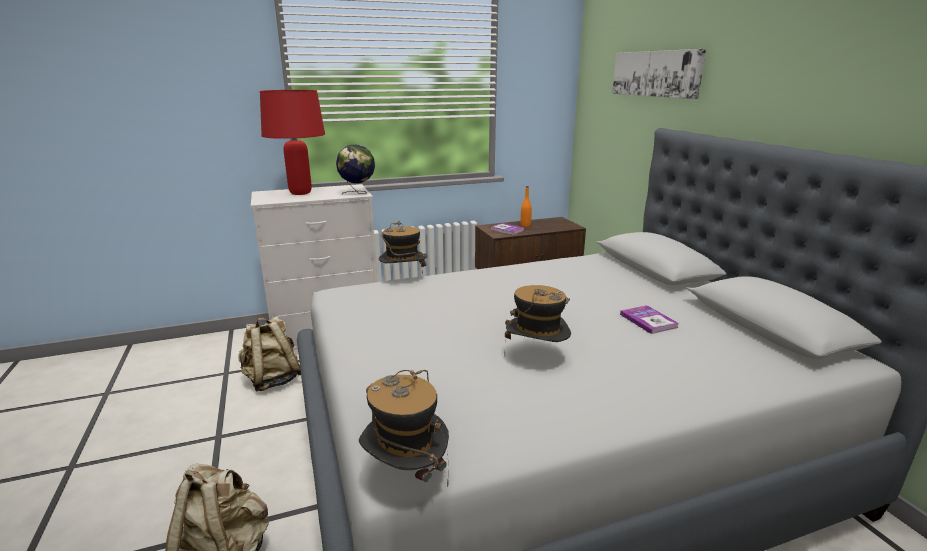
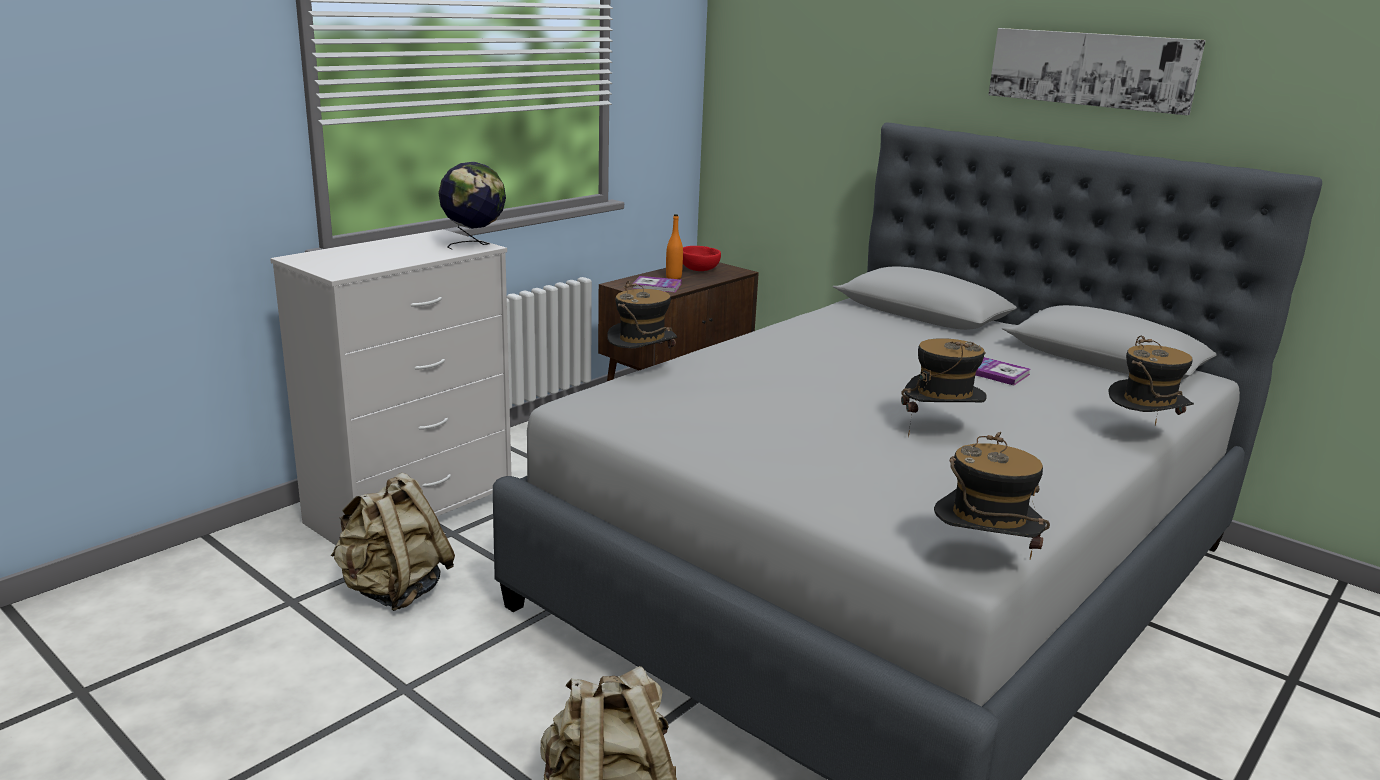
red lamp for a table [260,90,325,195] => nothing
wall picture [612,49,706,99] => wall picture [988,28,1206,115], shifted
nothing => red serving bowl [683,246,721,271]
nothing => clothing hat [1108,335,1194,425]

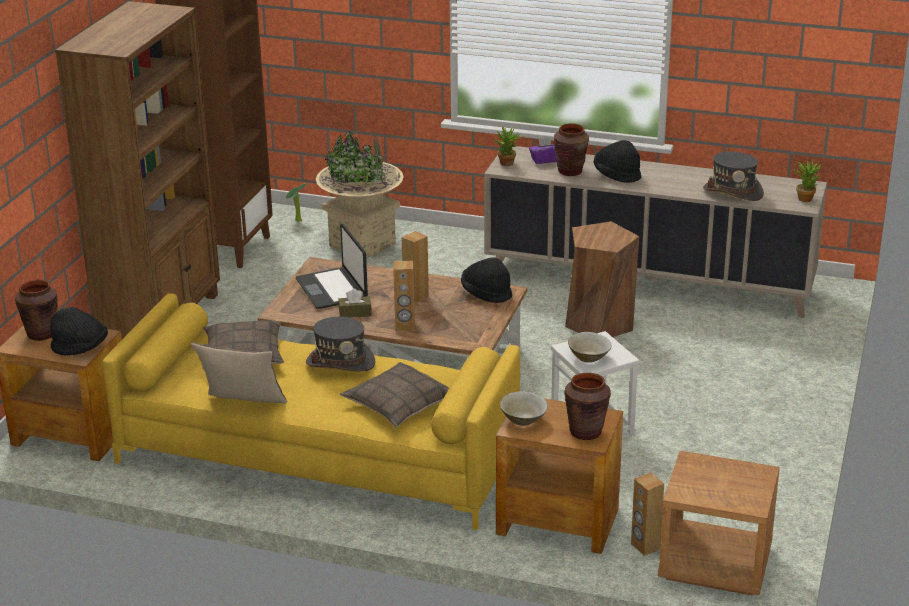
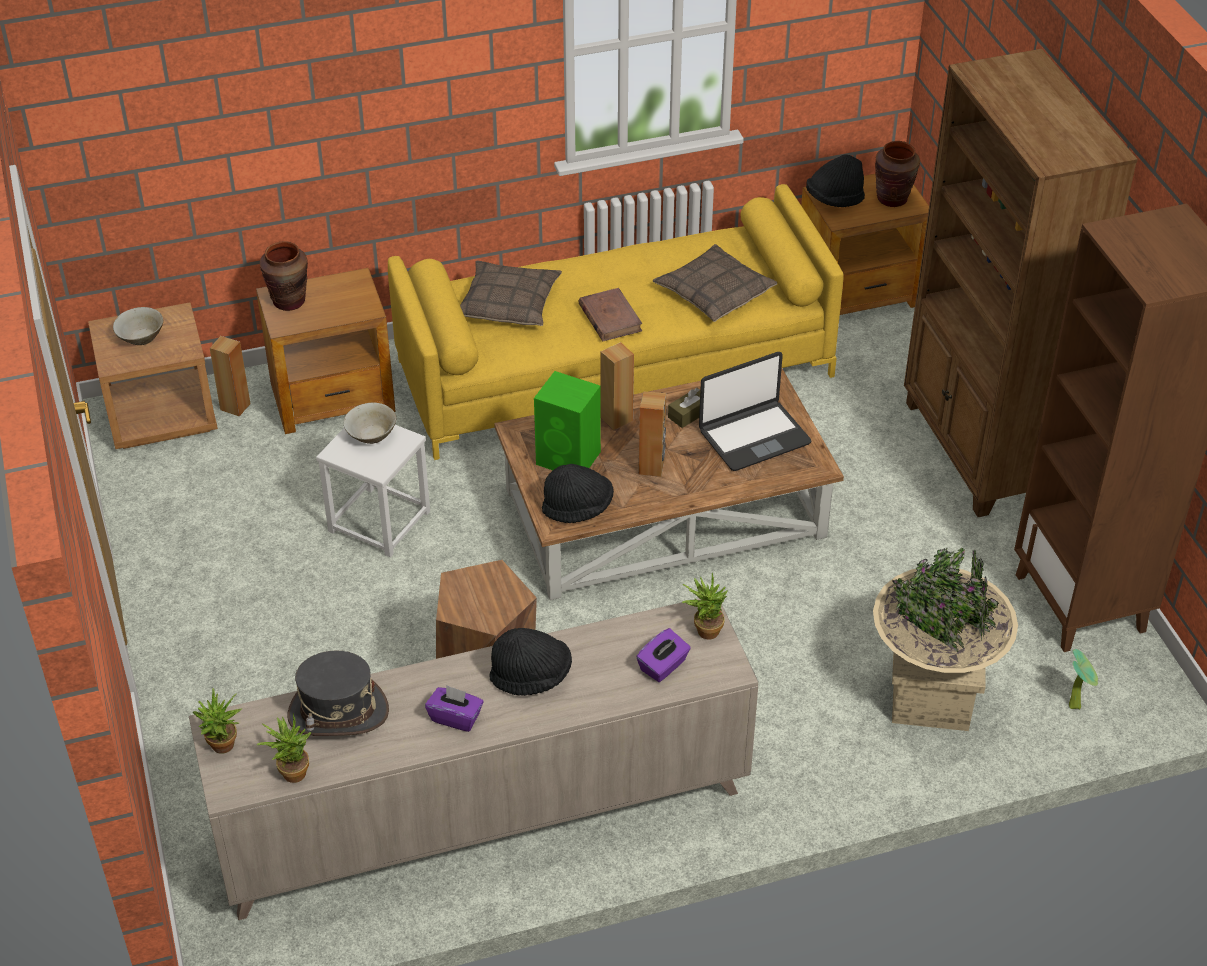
throw pillow [191,342,287,404] => nothing
portable computer [296,224,368,309] => portable computer [699,352,812,471], 120 degrees clockwise
gray clothing hat [306,317,375,372] => brownish bound book [578,288,642,341]
beige-coloured serving bowl [500,391,548,426] => beige-coloured serving bowl [113,307,163,345], shifted
brownish flower vase [554,123,589,176] => nothing
nothing => plant in a pot [257,713,311,783]
nothing => purple-coloured box of tissues [425,685,484,732]
nothing => green audio speaker [534,371,601,470]

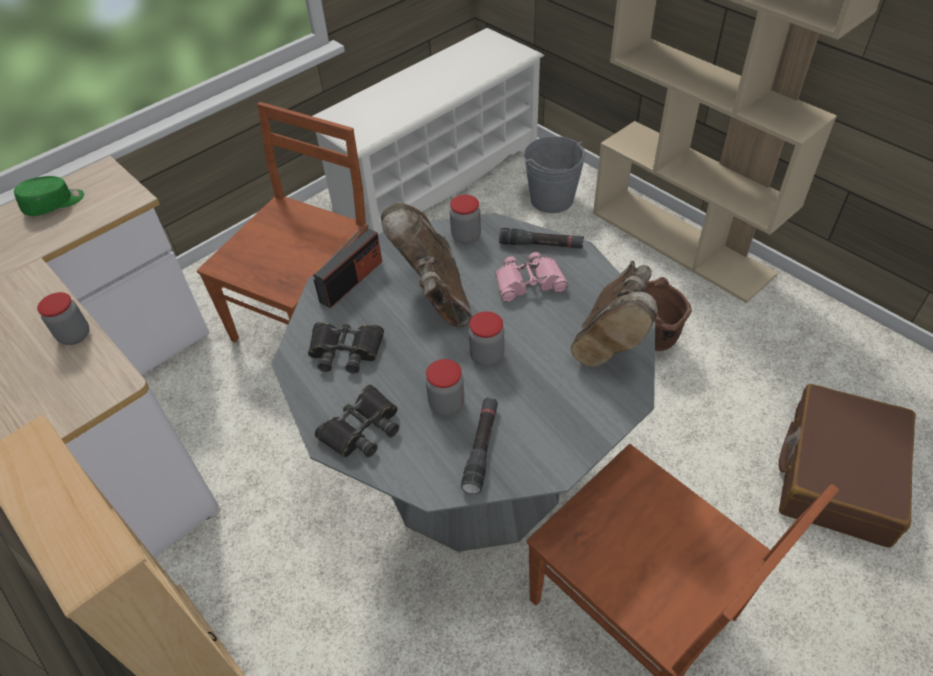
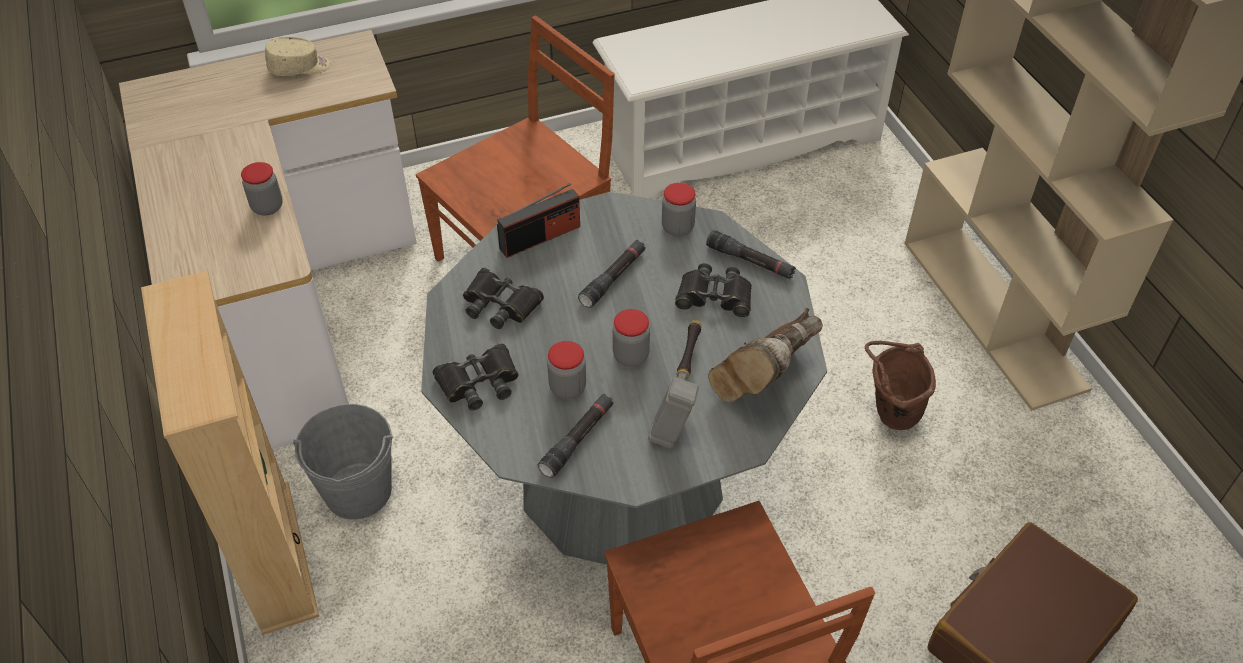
green peaked cap [14,176,84,216] => beige-coloured peaked cap [265,37,331,76]
brownish tall boot [381,203,472,327] => black-coloured flashlight [578,240,646,308]
pink binoculars [495,252,568,302] => black-coloured binoculars [675,263,752,317]
gray water bucket [524,136,586,213] => gray water bucket [293,404,393,519], shifted
nothing => tool hammer [648,320,701,449]

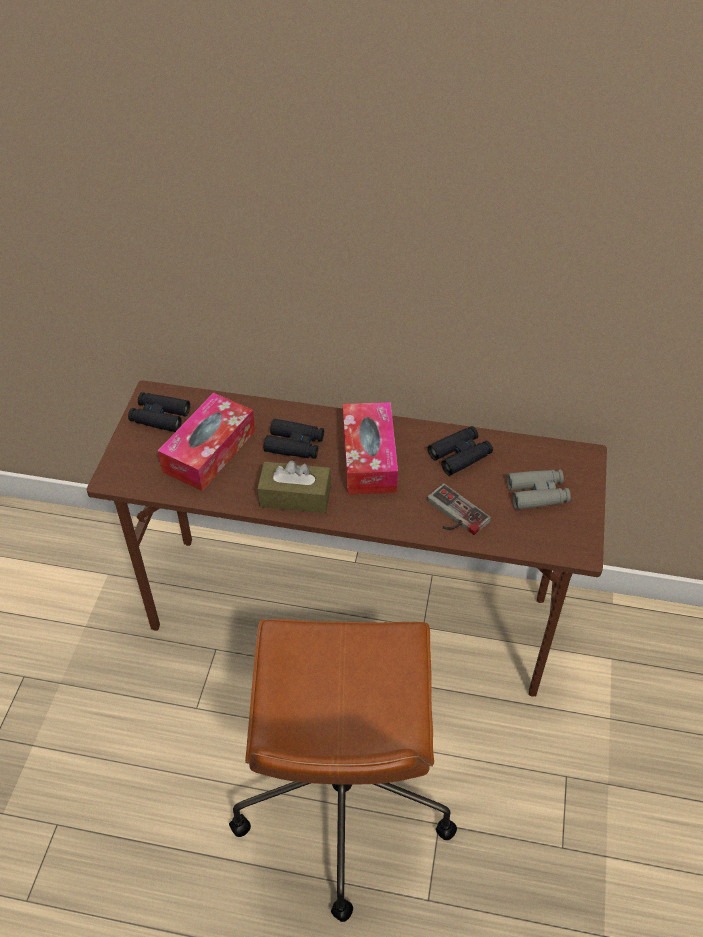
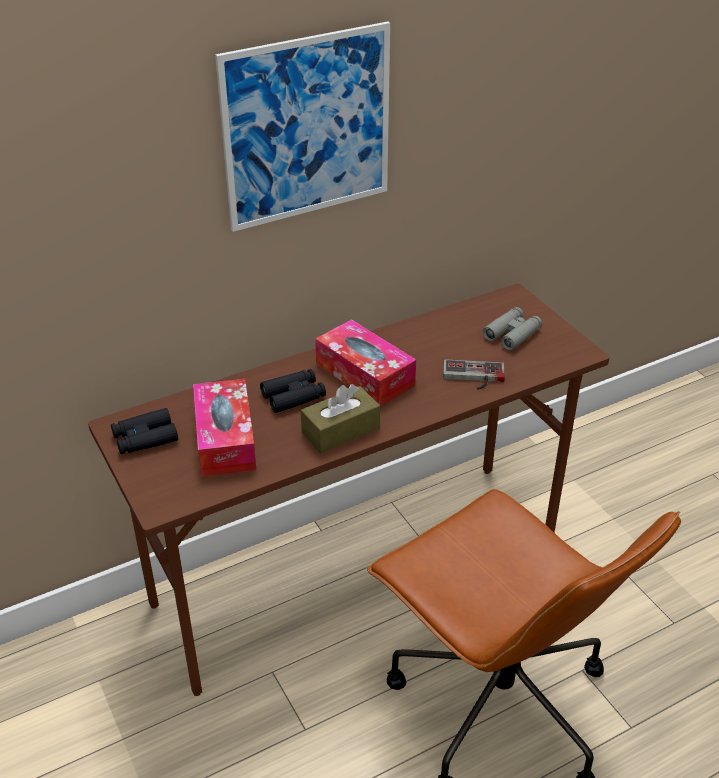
black-coloured binoculars [428,426,493,476] => nothing
nothing => wall picture [215,22,390,232]

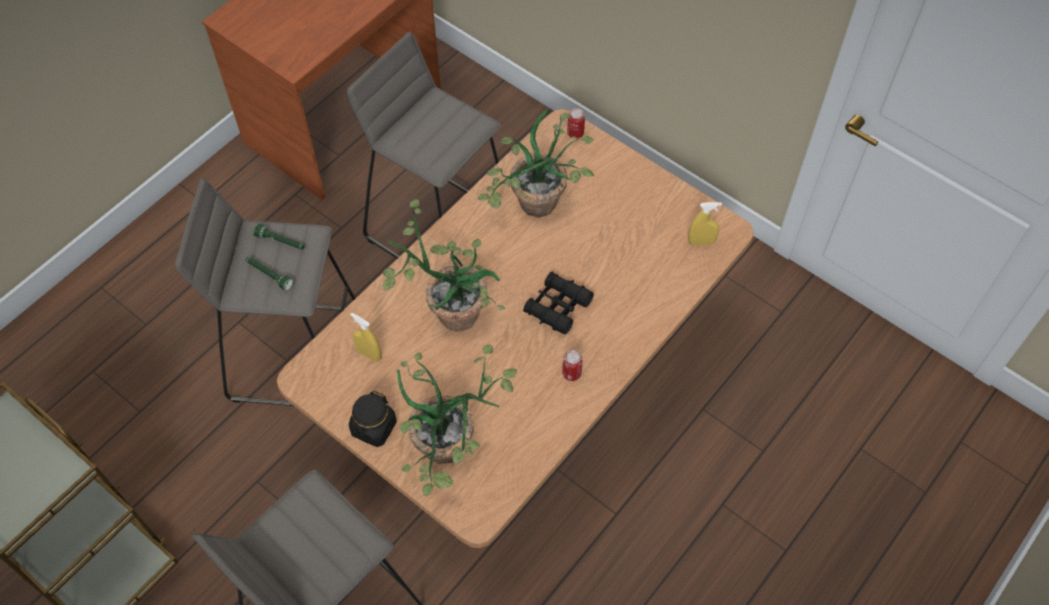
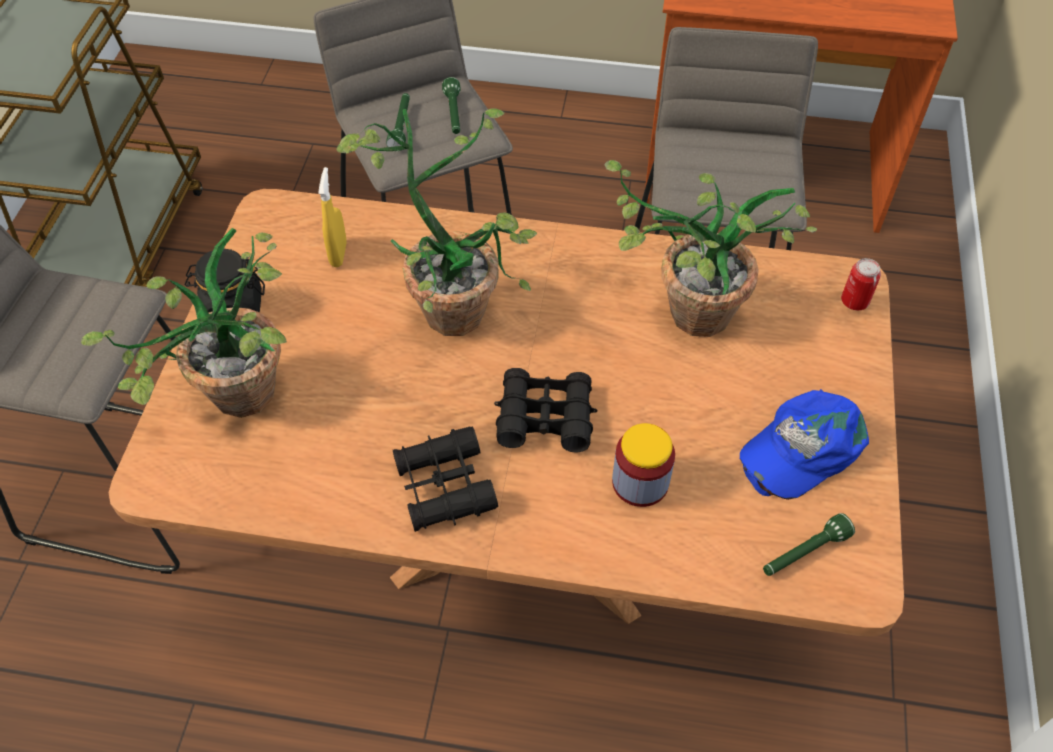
can [562,350,583,381] => black-coloured binoculars [393,426,498,532]
yellowish sprayer [688,202,722,245] => green flashlight [763,513,855,576]
nothing => storage jar [612,423,675,507]
nothing => blue-coloured peaked cap [740,389,869,500]

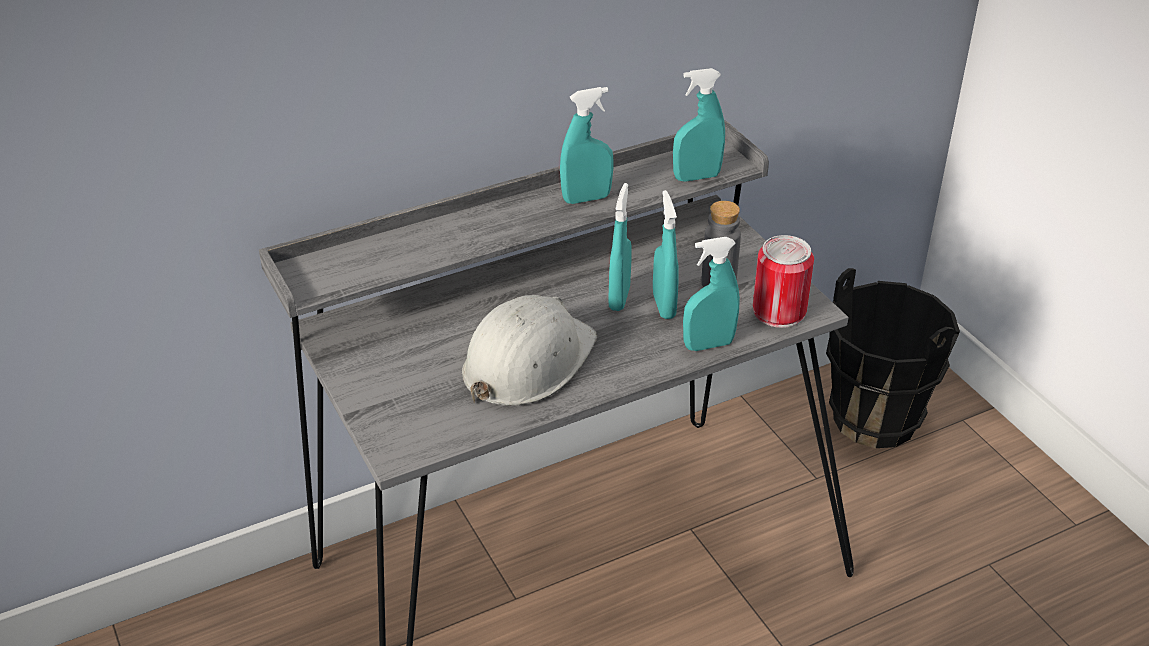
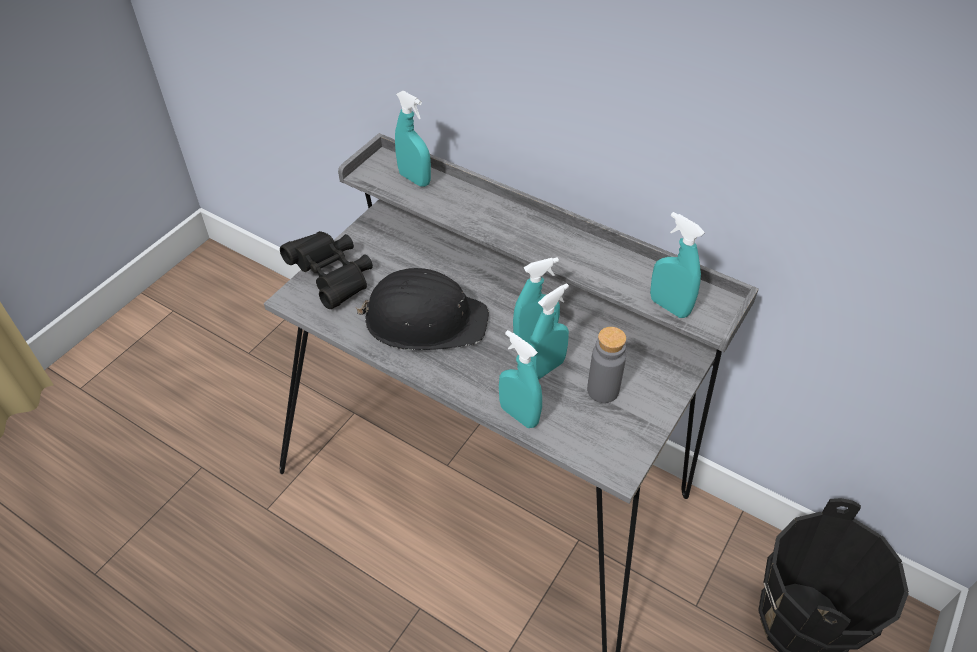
white-coloured work helmet [462,295,597,406] => black-coloured work helmet [356,268,489,350]
blue-green sprayer [560,87,614,204] => blue-green sprayer [395,91,431,187], shifted
can [753,235,814,328] => nothing
nothing => black-coloured binoculars [280,231,373,309]

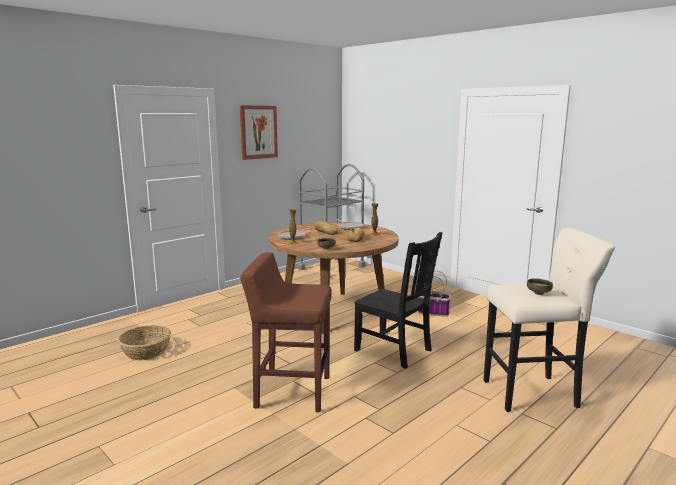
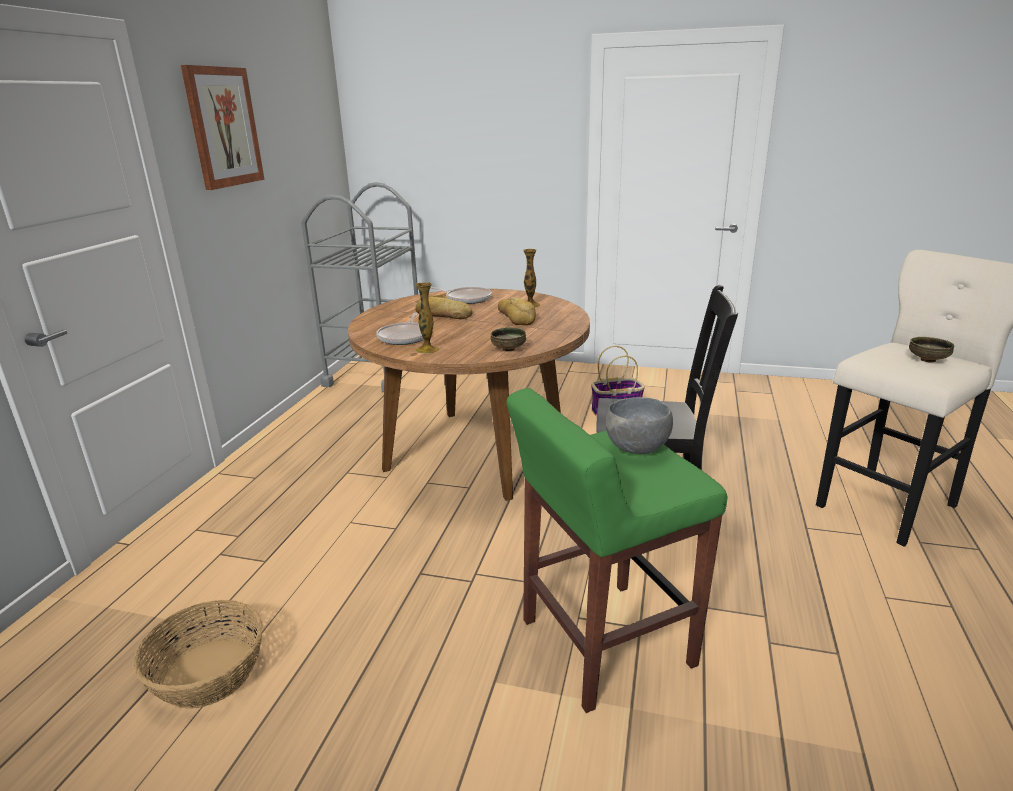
brownish stool [240,252,332,412] => green stool [507,388,727,713]
nothing => gray serving bowl [606,397,673,454]

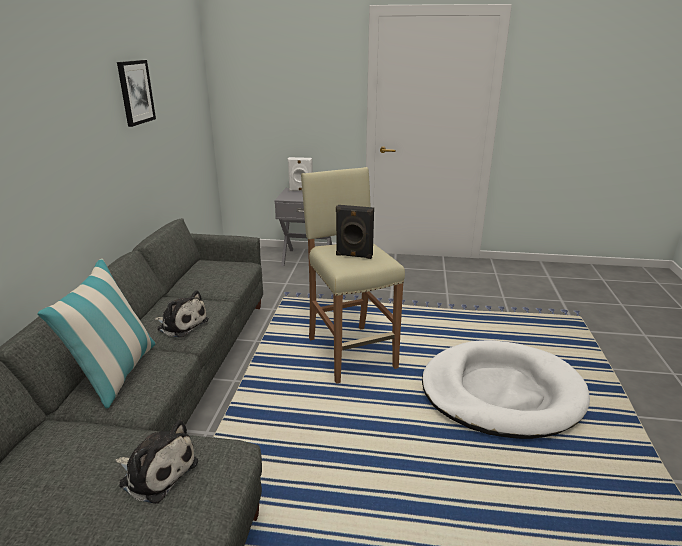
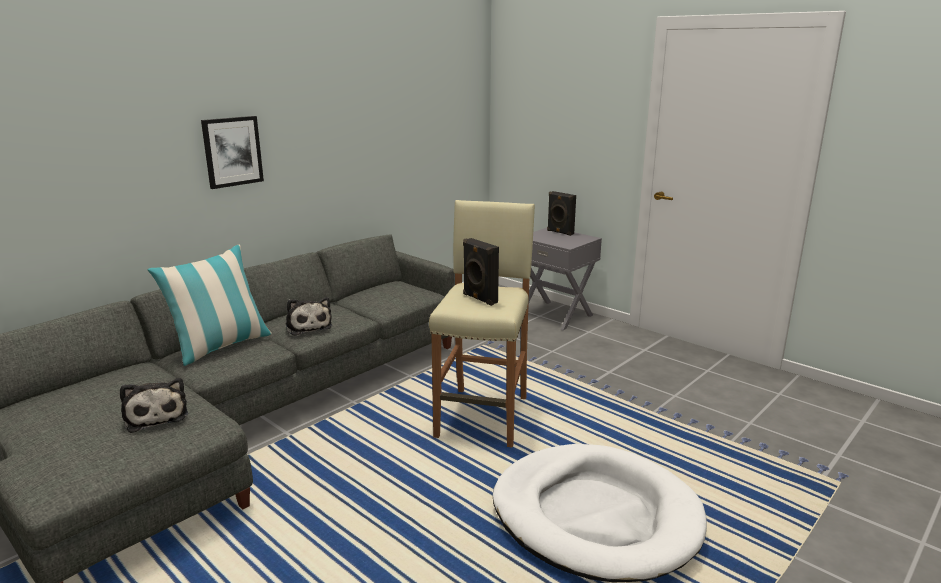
wall picture [117,60,156,127] => wall picture [201,116,264,189], shifted
white-coloured audio speaker [288,157,313,191] => black-coloured audio speaker [547,191,576,236]

